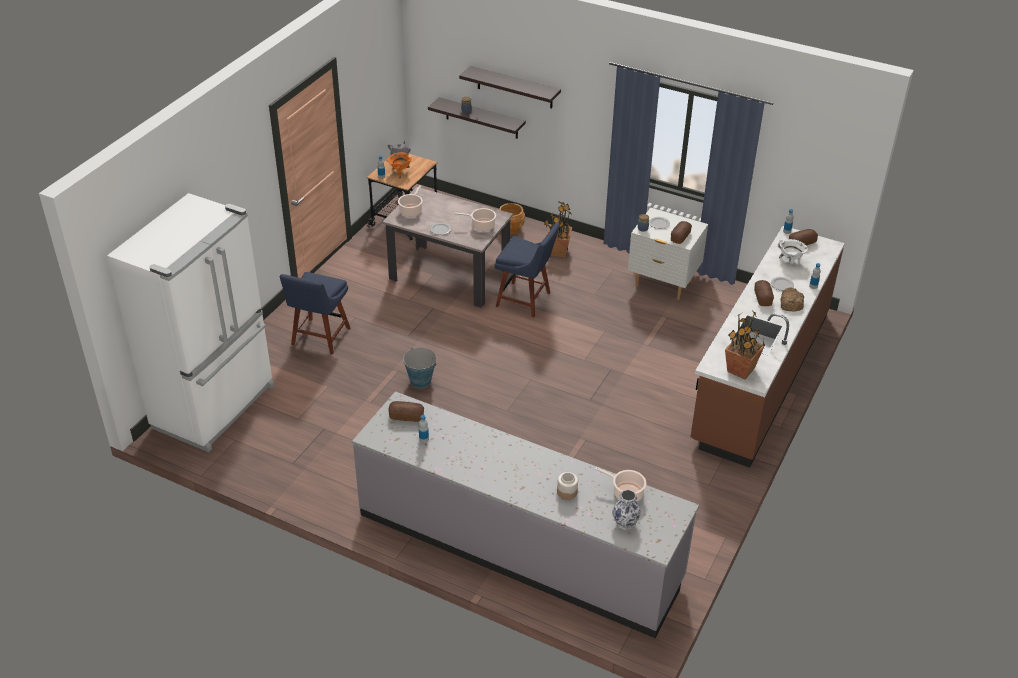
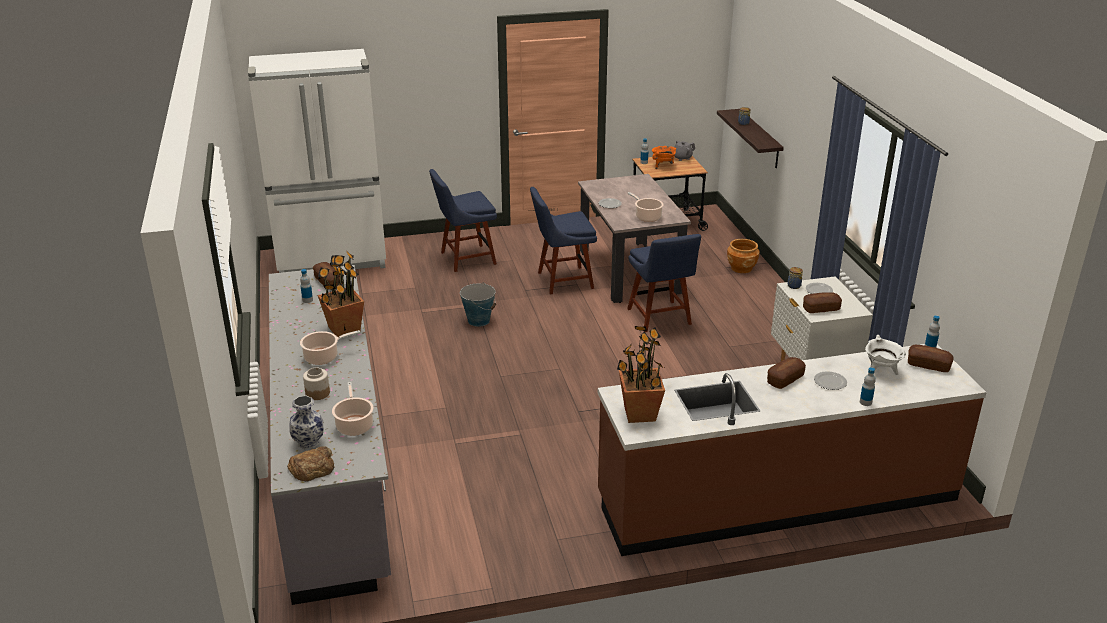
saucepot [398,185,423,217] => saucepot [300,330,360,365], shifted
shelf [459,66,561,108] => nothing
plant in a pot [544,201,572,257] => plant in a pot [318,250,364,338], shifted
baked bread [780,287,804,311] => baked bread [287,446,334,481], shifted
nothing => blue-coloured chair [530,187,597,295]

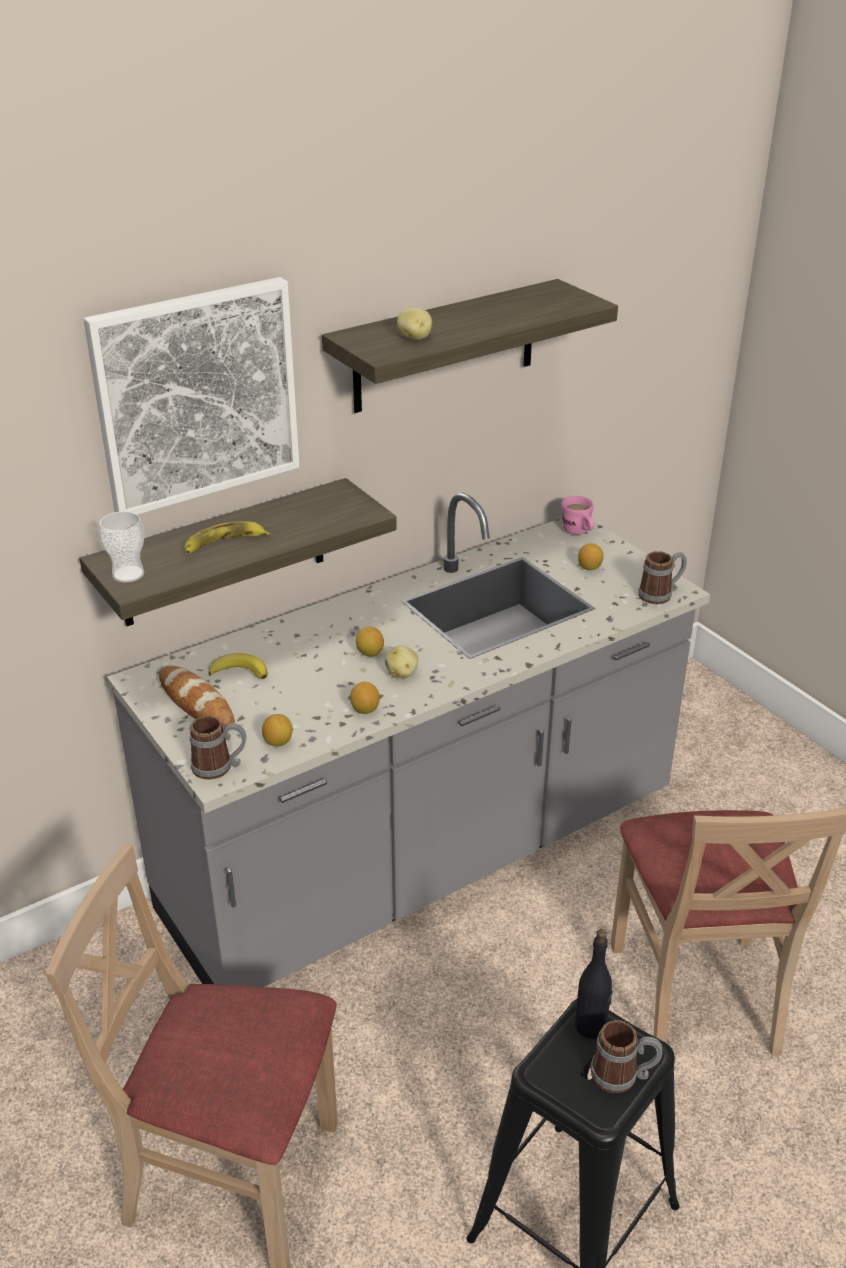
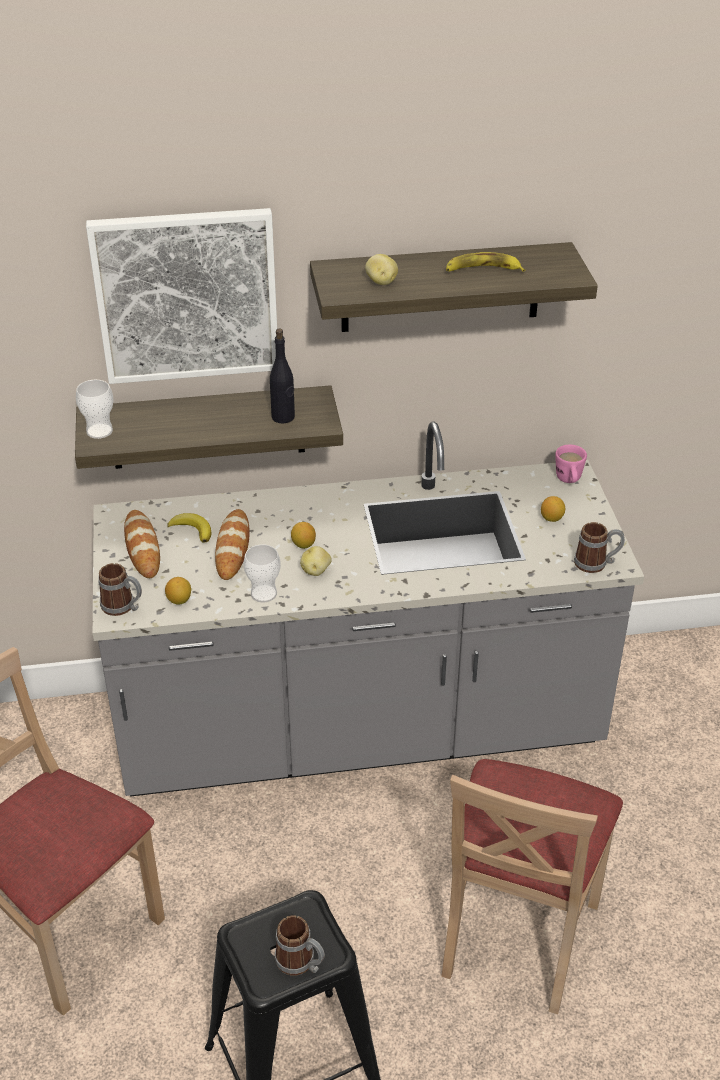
banana [184,521,271,554] => banana [446,252,526,272], shifted
whole lemon [350,682,380,714] => small cup [243,544,281,603]
black-coloured bottle [575,929,613,1039] => black-coloured bottle [270,329,295,423], shifted
nothing => baked bread [215,509,250,580]

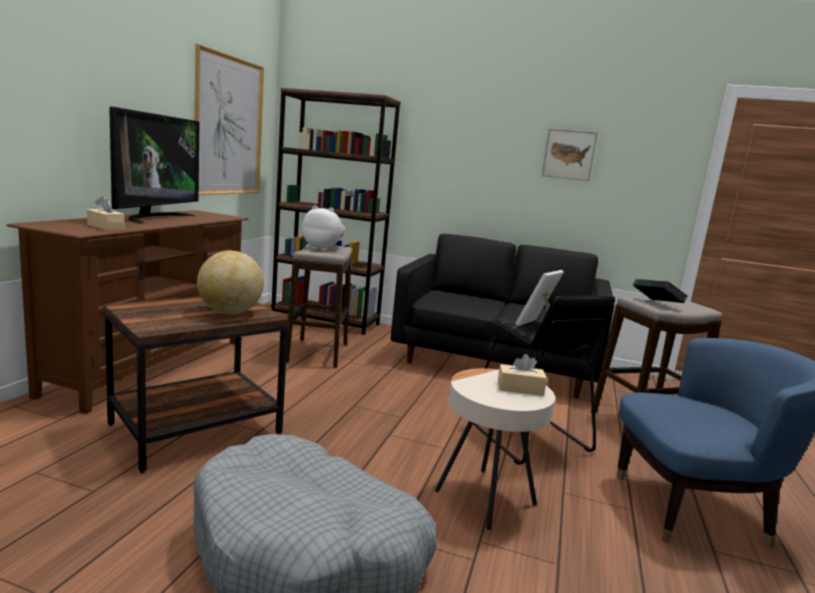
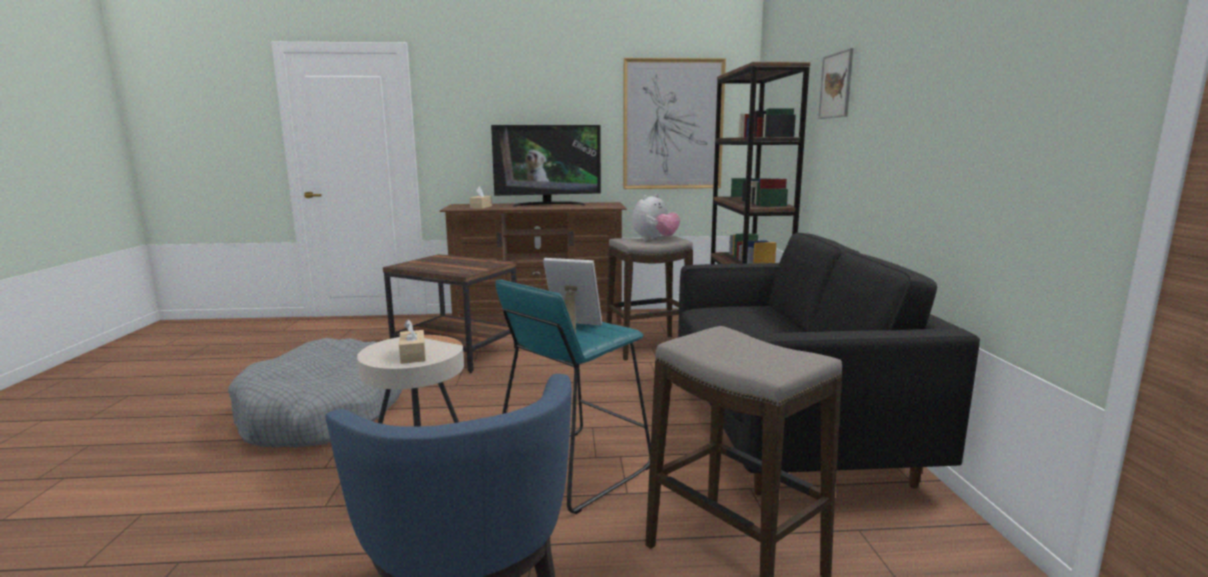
desk globe [197,251,264,315] => nothing
cuddly toy [302,205,345,252] => cuddly toy [632,194,680,241], 45 degrees clockwise
black-coloured stool [473,296,615,465] => blue-green stool [495,280,651,514]
wall picture [542,128,598,181] => wall picture [818,48,853,119], shifted
bound book [633,279,688,303] => nothing

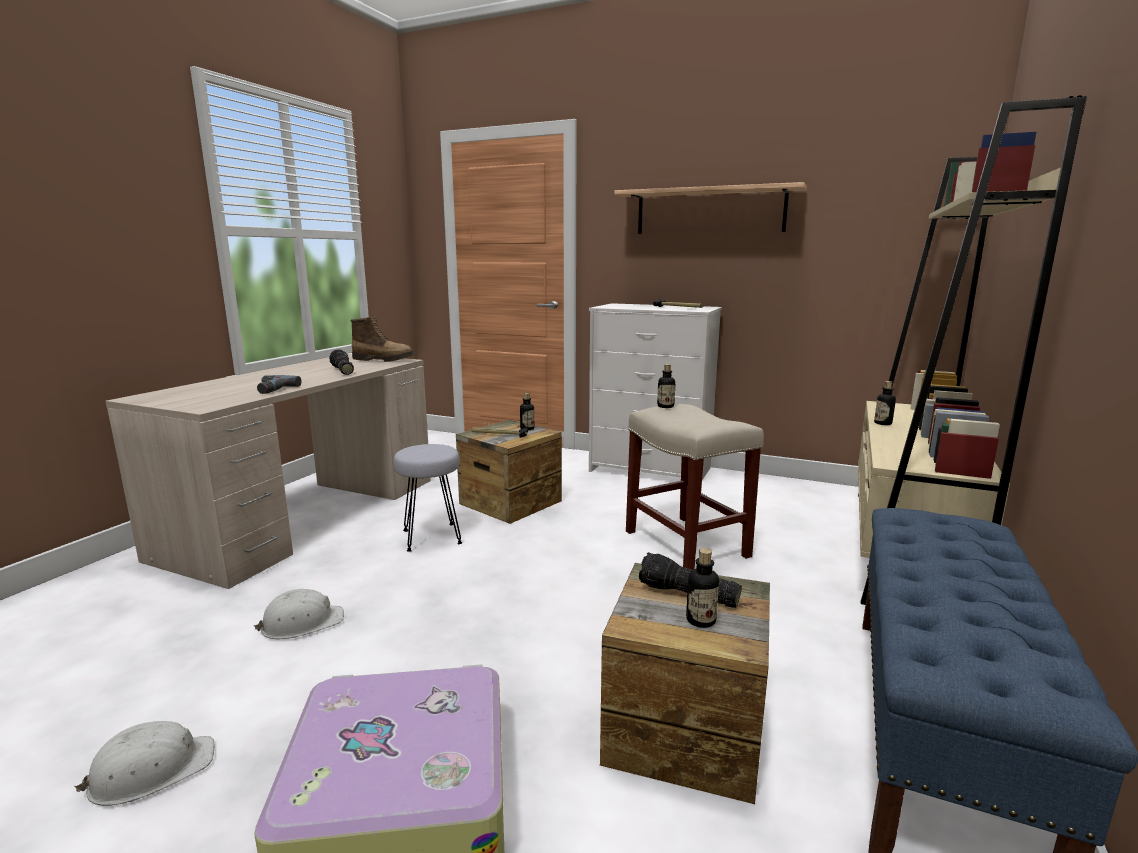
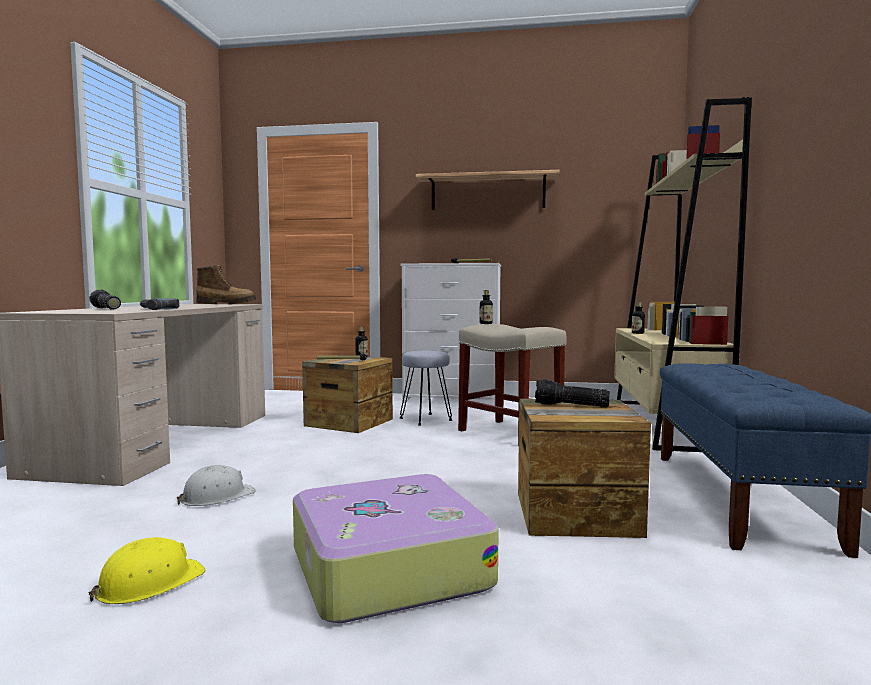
white-coloured work helmet [75,721,214,806] => yellowish work helmet [89,537,206,604]
flashlight [329,350,354,375] => flashlight [89,290,121,310], shifted
gray stool [393,444,462,552] => gray stool [400,351,452,426], shifted
bottle [686,548,719,628] => nothing

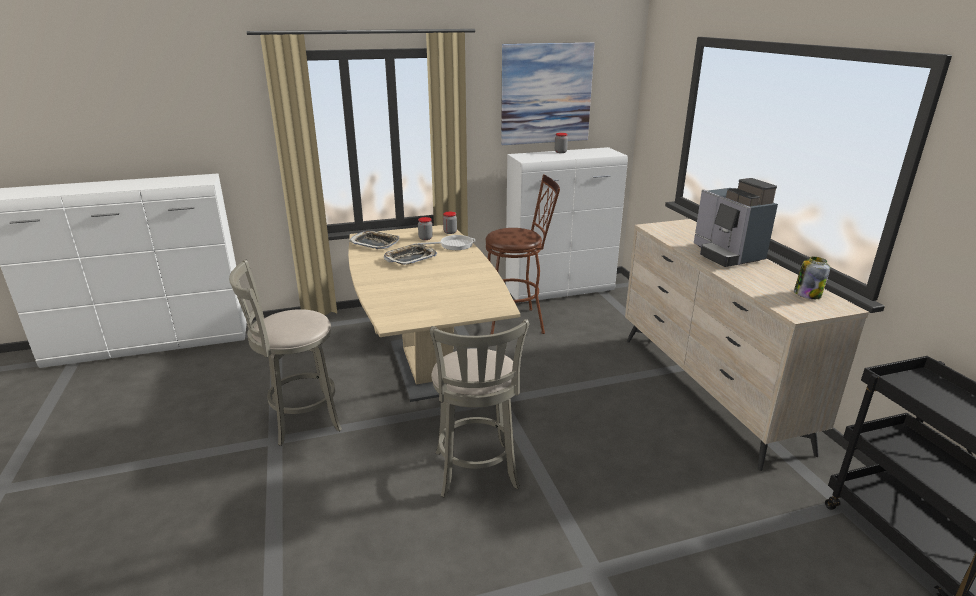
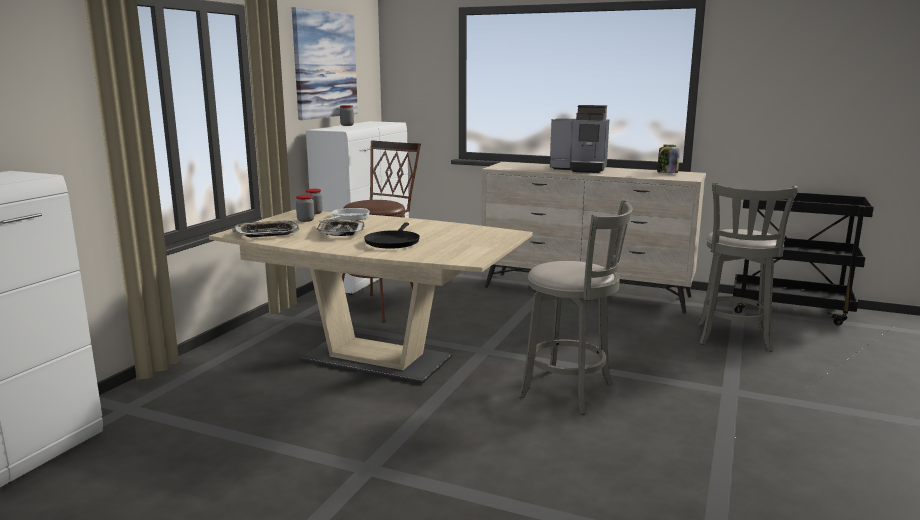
gray stool [229,259,342,446] => gray stool [698,182,798,352], shifted
nothing => black-coloured pan [364,222,420,249]

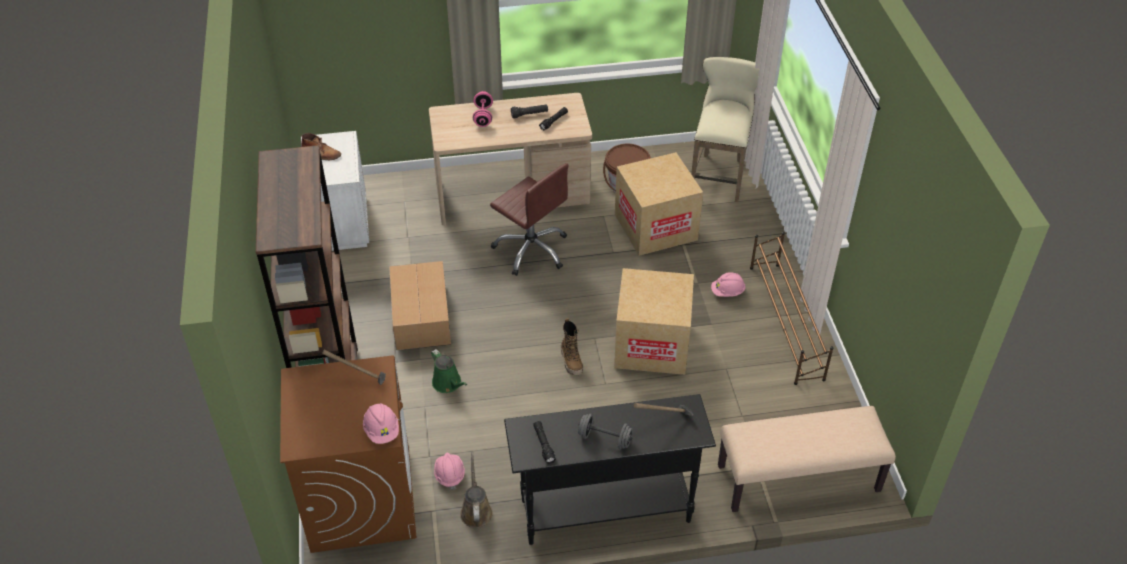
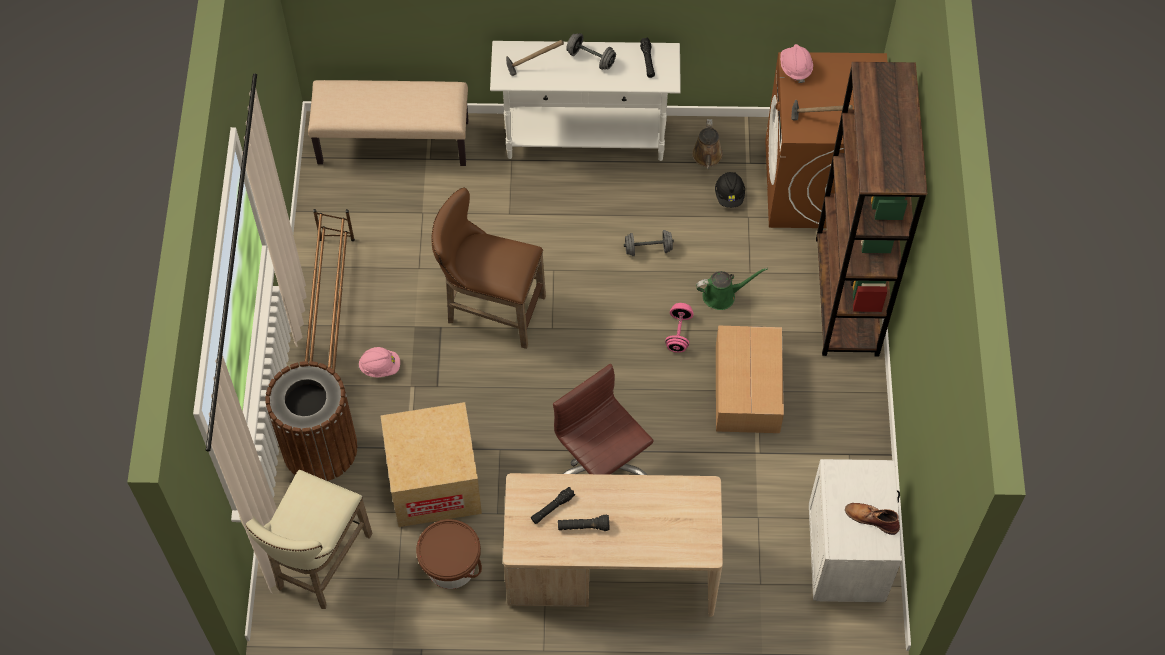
green watering pot [431,349,467,393] => green watering pot [696,268,768,310], 105 degrees clockwise
pink work helmet [434,453,465,490] => black-coloured work helmet [715,172,745,208]
pink hand weight [473,91,493,127] => pink hand weight [665,303,694,353], shifted
black-coloured hall table [504,394,716,545] => white-coloured hall table [490,41,681,161]
tall boot [561,318,583,375] => nothing
cardboard box [614,268,694,375] => brownish stool [431,187,546,349]
nothing => brownish rubbish bin [265,361,358,481]
nothing => gray hand weight [624,230,674,256]

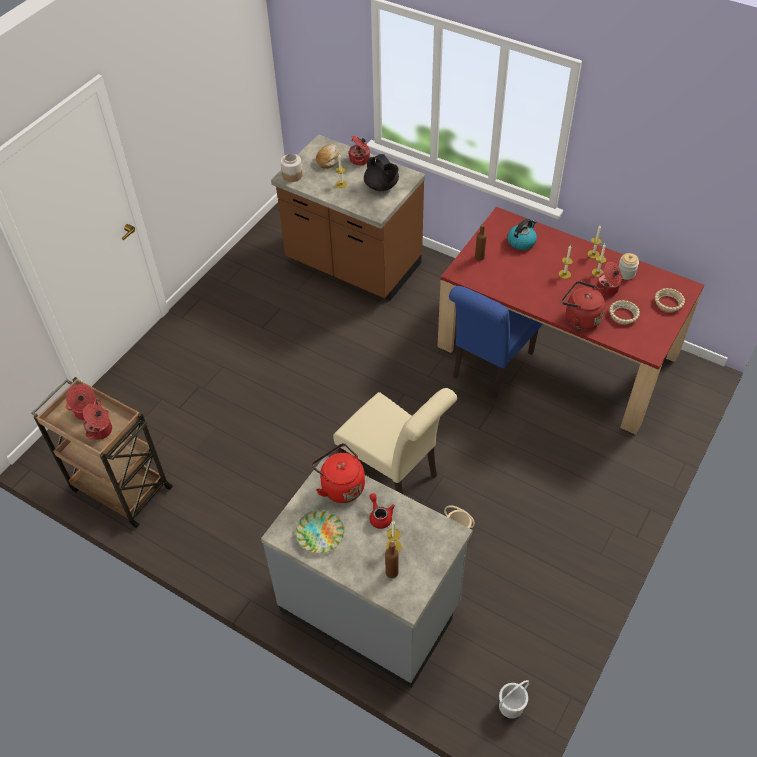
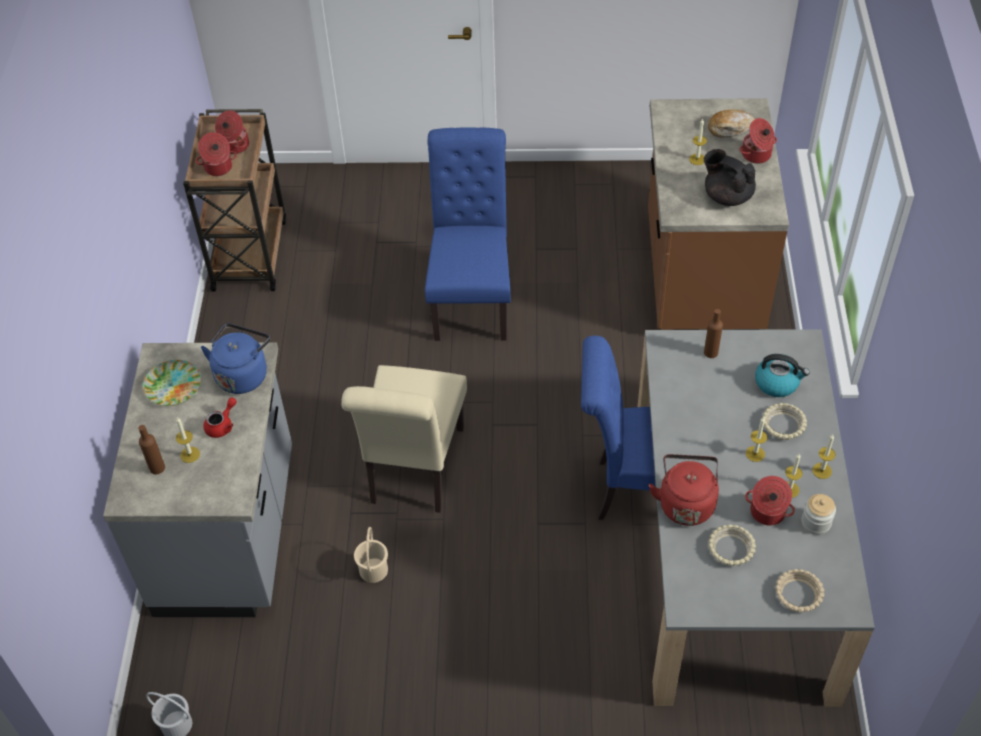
storage jar [280,154,303,182] => nothing
red kettle [311,443,365,503] => blue-coloured kettle [201,324,270,394]
black-coloured teapot [364,154,399,191] => black-coloured teapot [704,149,756,206], 105 degrees clockwise
red dinner table [437,207,704,435] => gray dinner table [638,329,875,707]
nothing => blue-coloured chair [425,127,511,341]
nothing => beige-coloured serving bowl [763,403,807,440]

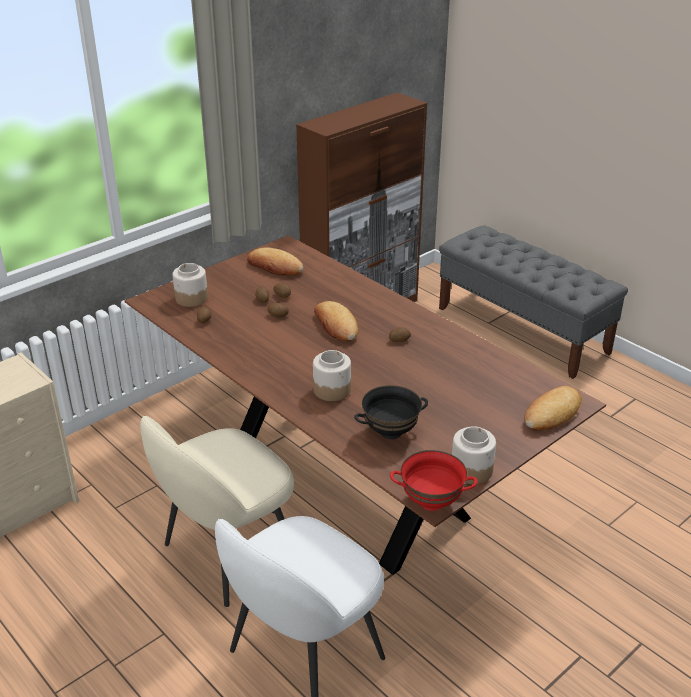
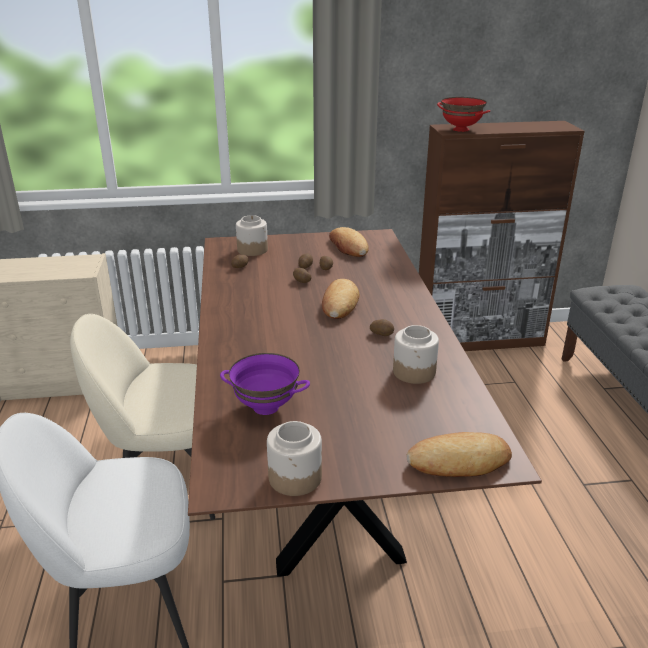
storage jar [313,350,351,401] => storage jar [393,325,439,384], shifted
black-coloured serving bowl [354,385,428,440] => purple-coloured serving bowl [220,353,310,415]
red serving bowl [390,450,478,511] => red serving bowl [437,97,490,132], shifted

